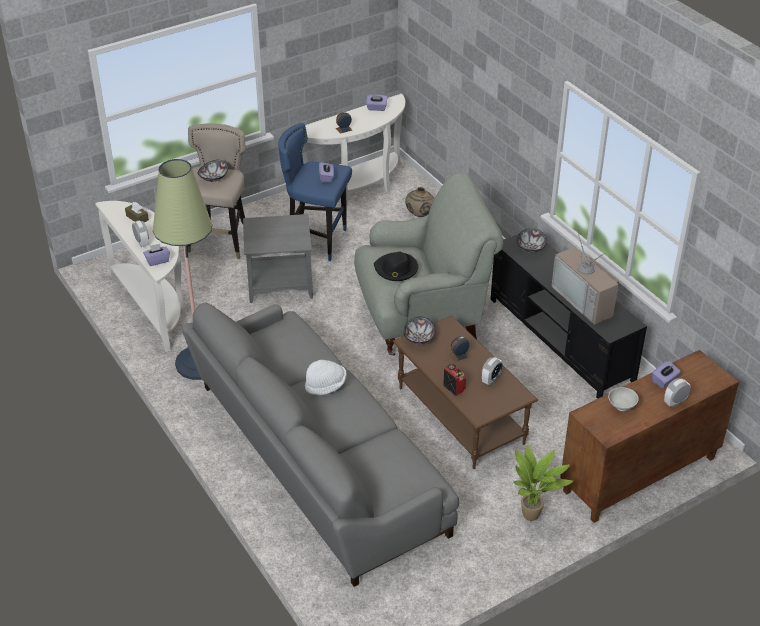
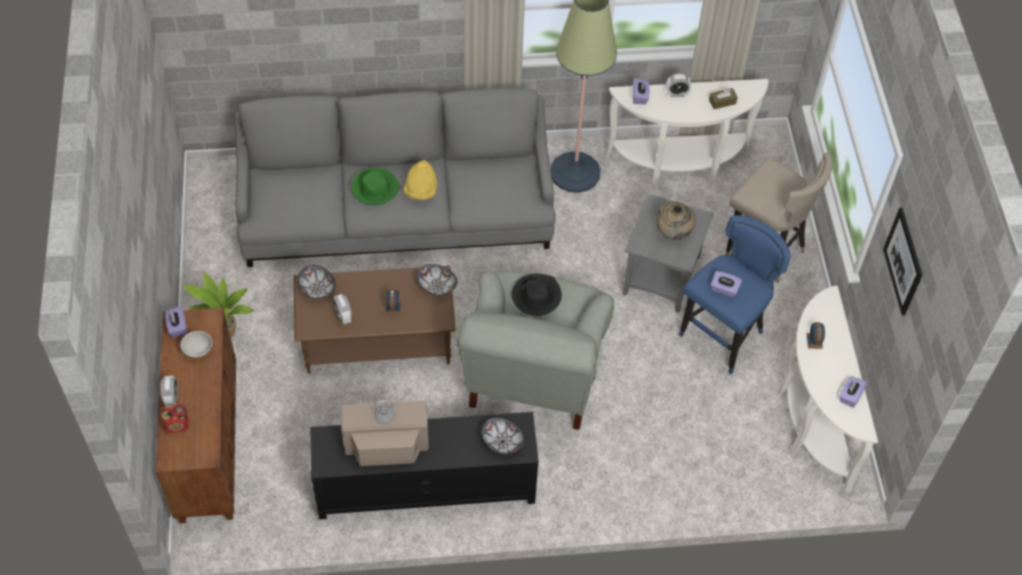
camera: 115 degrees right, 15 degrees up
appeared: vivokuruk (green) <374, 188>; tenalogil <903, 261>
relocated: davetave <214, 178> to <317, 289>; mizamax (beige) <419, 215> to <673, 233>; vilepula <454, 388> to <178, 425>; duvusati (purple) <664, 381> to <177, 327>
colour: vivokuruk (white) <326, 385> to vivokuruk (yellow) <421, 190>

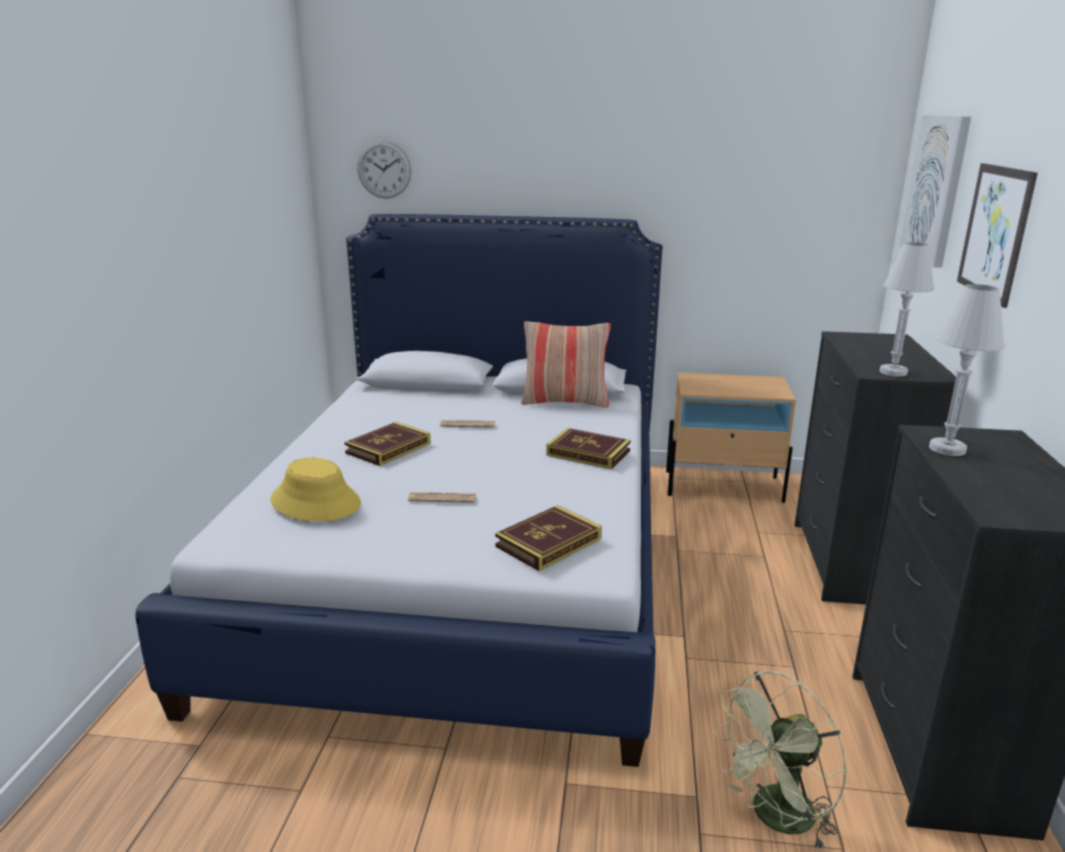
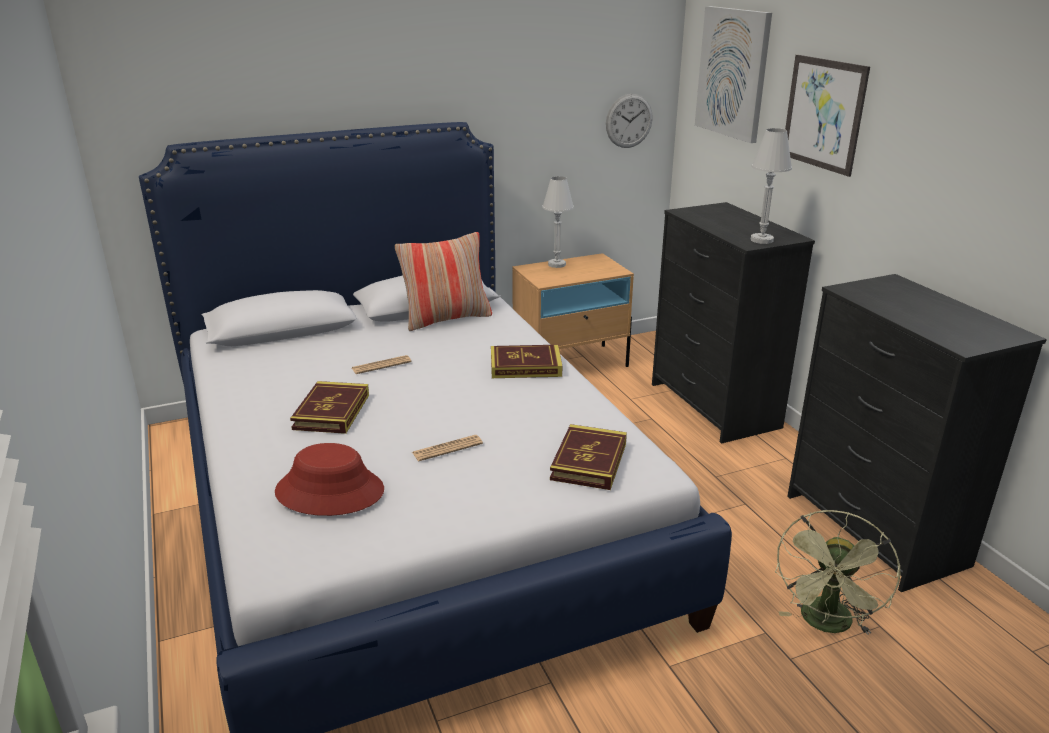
camera: 30 degrees left, 5 degrees up
relocated: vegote <384, 169> to <629, 121>; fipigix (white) <947, 449> to <556, 264>
colour: vivokuruk (yellow) <316, 502> to vivokuruk (red) <330, 491>

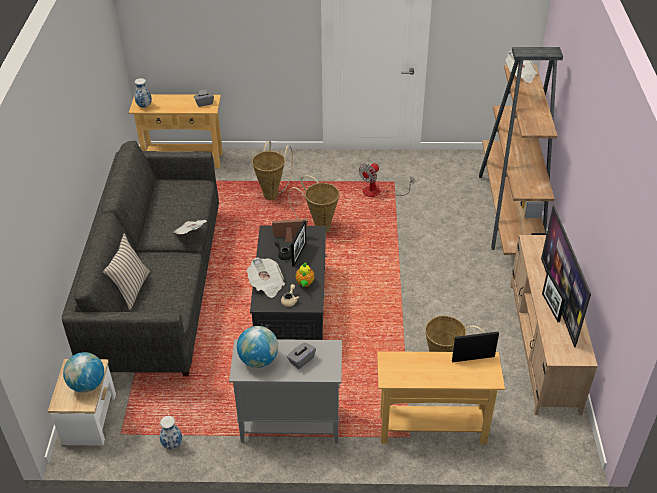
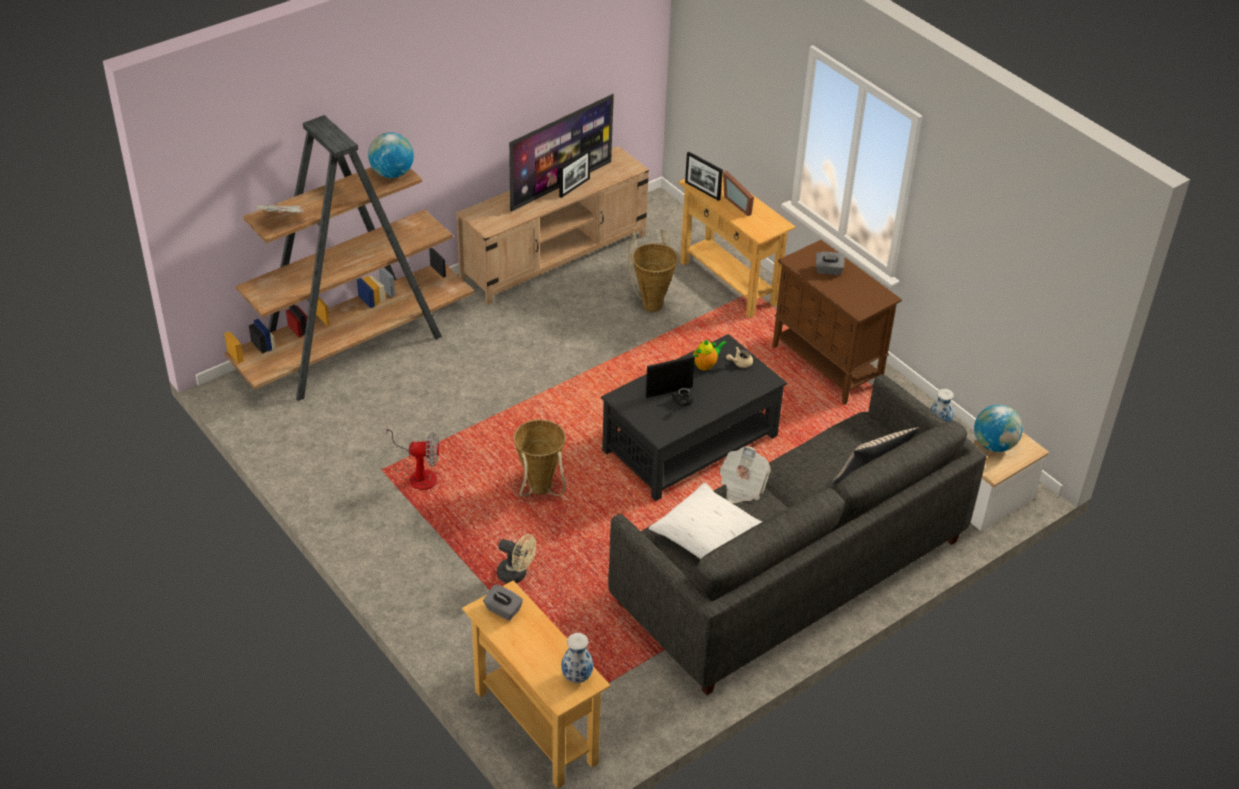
camera: 130 degrees left, 0 degrees up
missing: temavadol <266, 284>
appeared: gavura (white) <708, 537>
relocated: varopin <258, 360> to <392, 174>; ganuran <290, 238> to <739, 203>
exchanged: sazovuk <272, 193> to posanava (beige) <516, 575>
colour: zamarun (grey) <289, 424> to zamarun (brown) <827, 366>

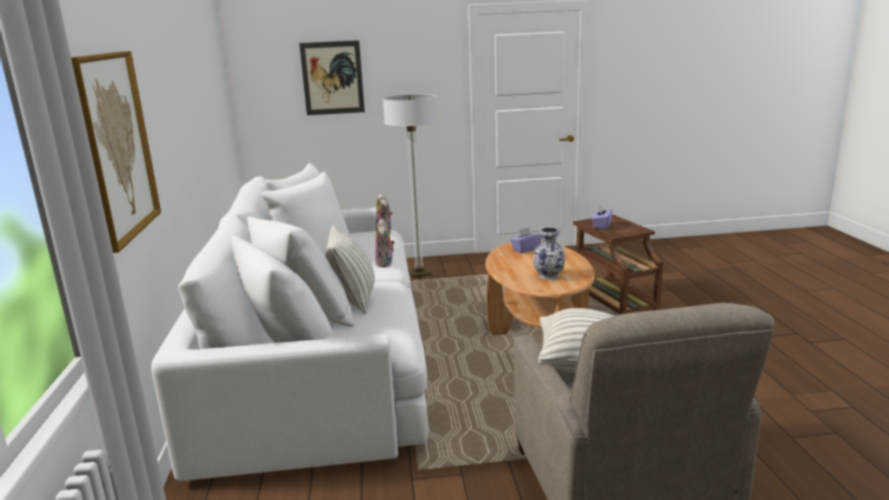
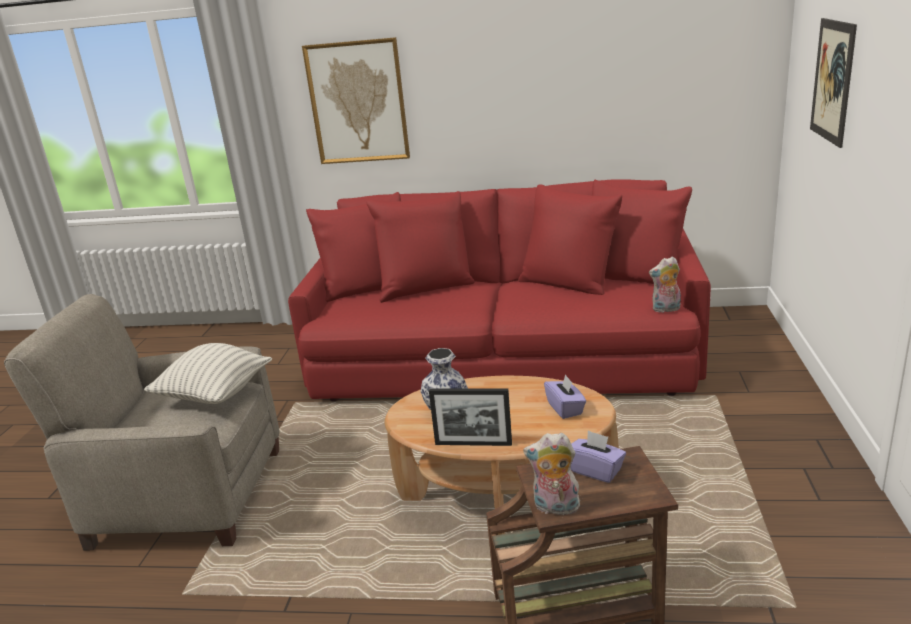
camera: 105 degrees right, 5 degrees up
missing: gavura <353, 300>; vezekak <419, 273>
appeared: ganuran <473, 444>
relocated: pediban <385, 263> to <555, 508>
colour: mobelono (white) <319, 358> to mobelono (red) <502, 355>

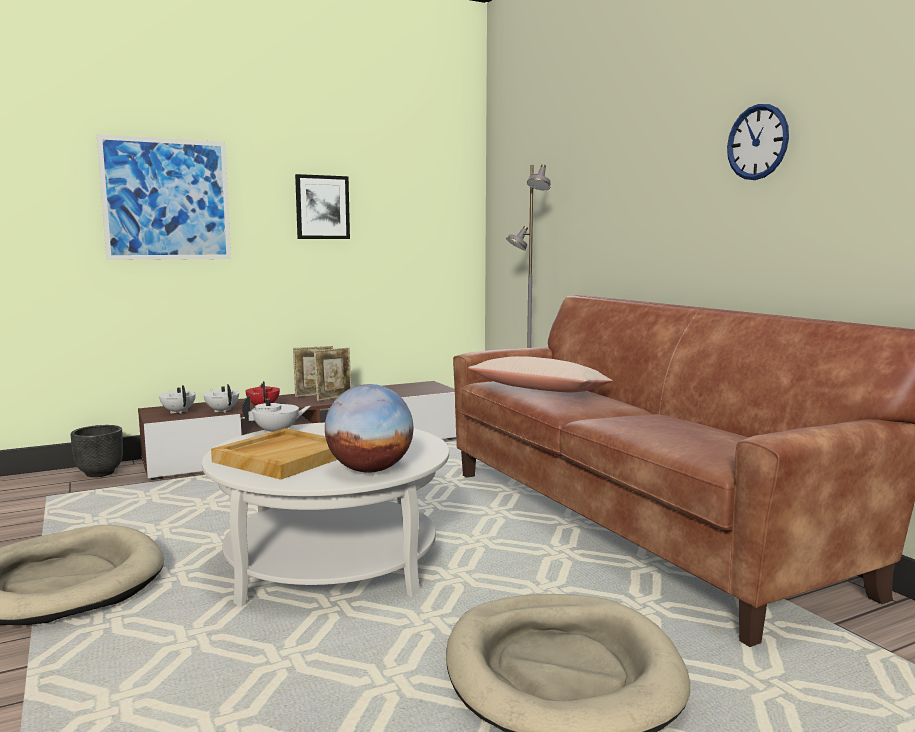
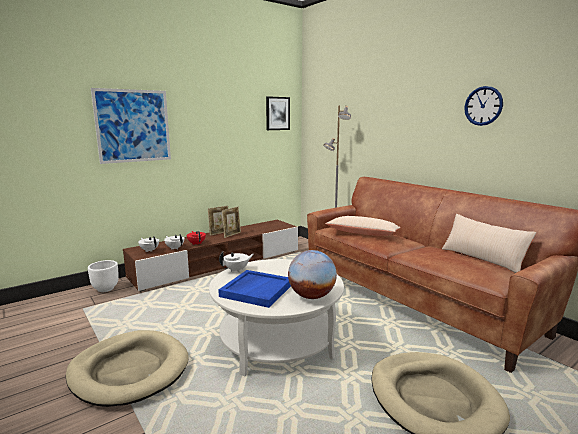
camera: 10 degrees left, 5 degrees up
appeared: gavura (beige) <482, 259>
relocated: tenalogil <322, 207> to <277, 113>
colour: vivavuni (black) <100, 473> to vivavuni (white) <105, 289>; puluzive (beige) <283, 457> to puluzive (blue) <256, 290>

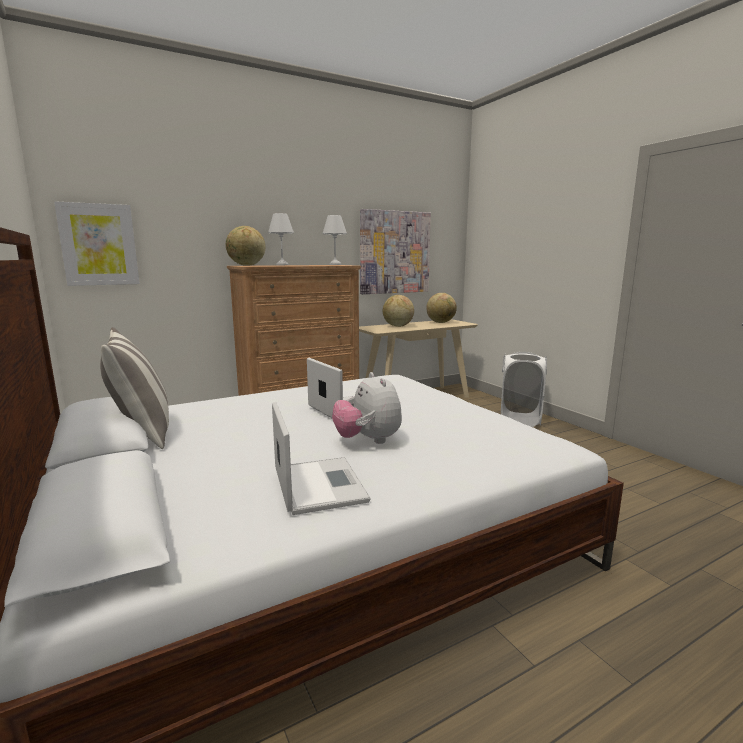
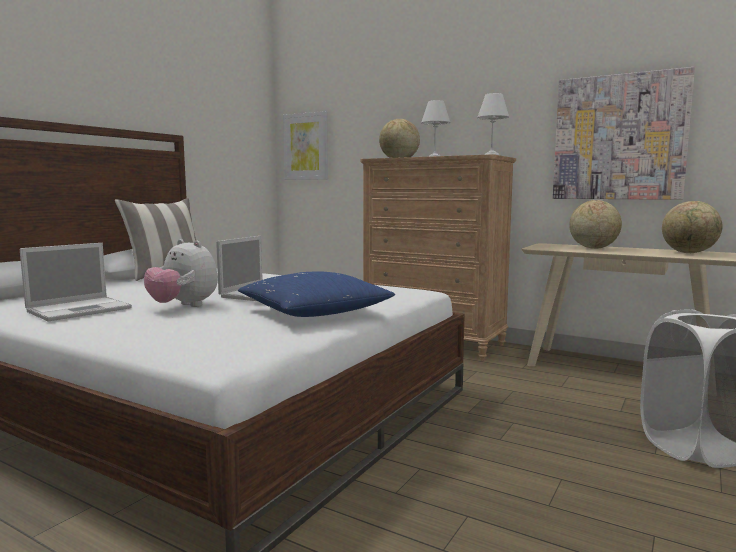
camera: 60 degrees right, 5 degrees down
appeared: gavura (blue) <314, 312>
spun: pediban <368, 440> = <183, 306> 90 degrees counterclockwise

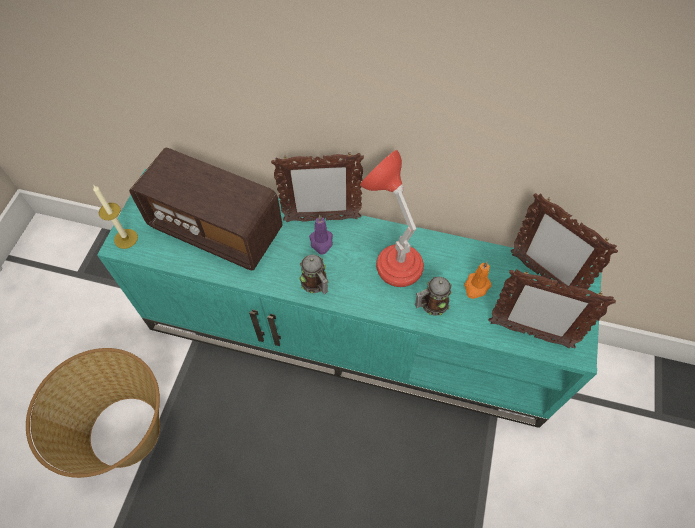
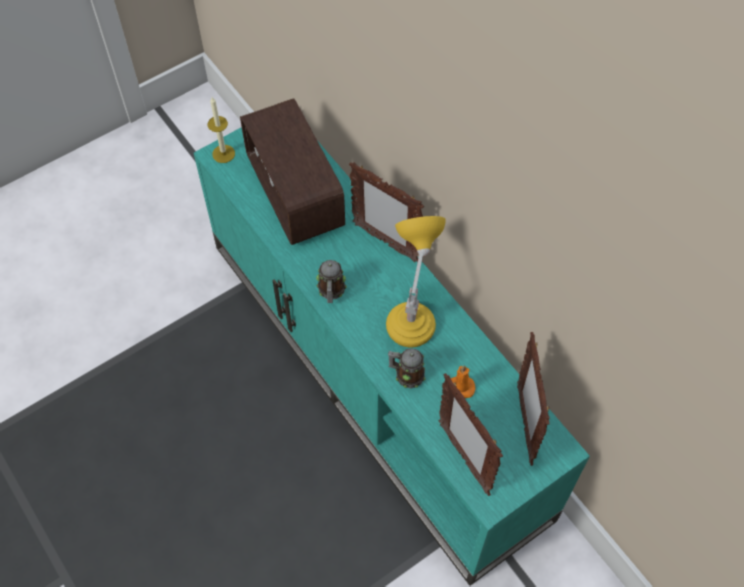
camera: 40 degrees right, 0 degrees up
missing: sazovuk <123, 432>; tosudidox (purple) <321, 242>
colour: fipigix (red) <391, 257> to fipigix (yellow) <412, 313>

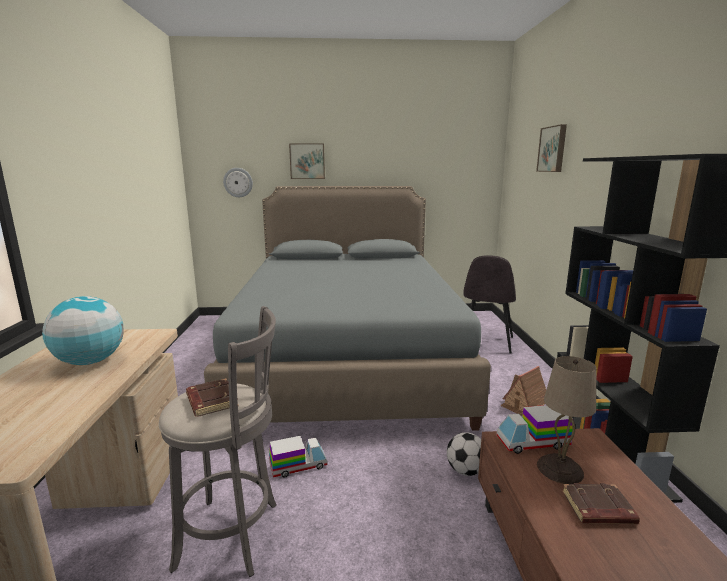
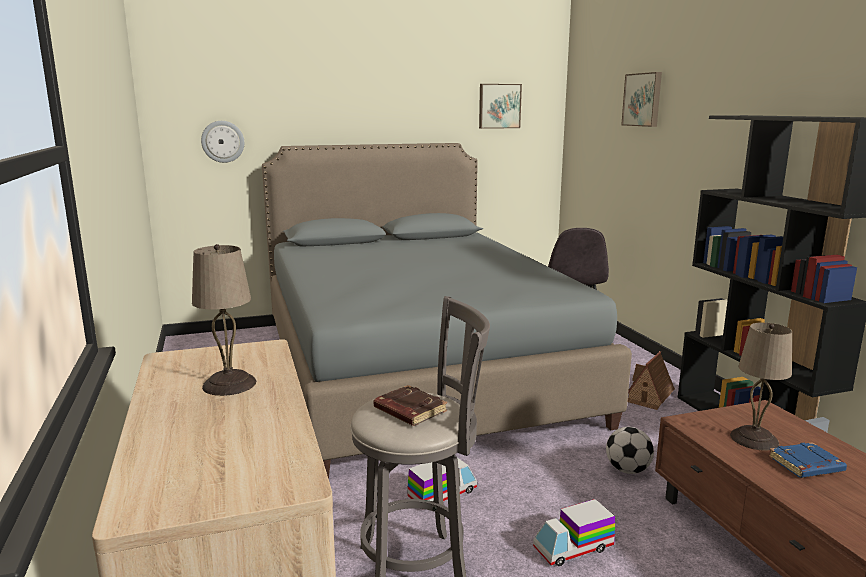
camera: 15 degrees left, 0 degrees up
relocated: tenalogil <307, 161> to <499, 106>; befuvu <532, 442> to <573, 548>
exchanged: varopin <90, 362> to fipigix (beige) <228, 384>
colour: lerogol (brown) <598, 509> to lerogol (blue) <806, 465>

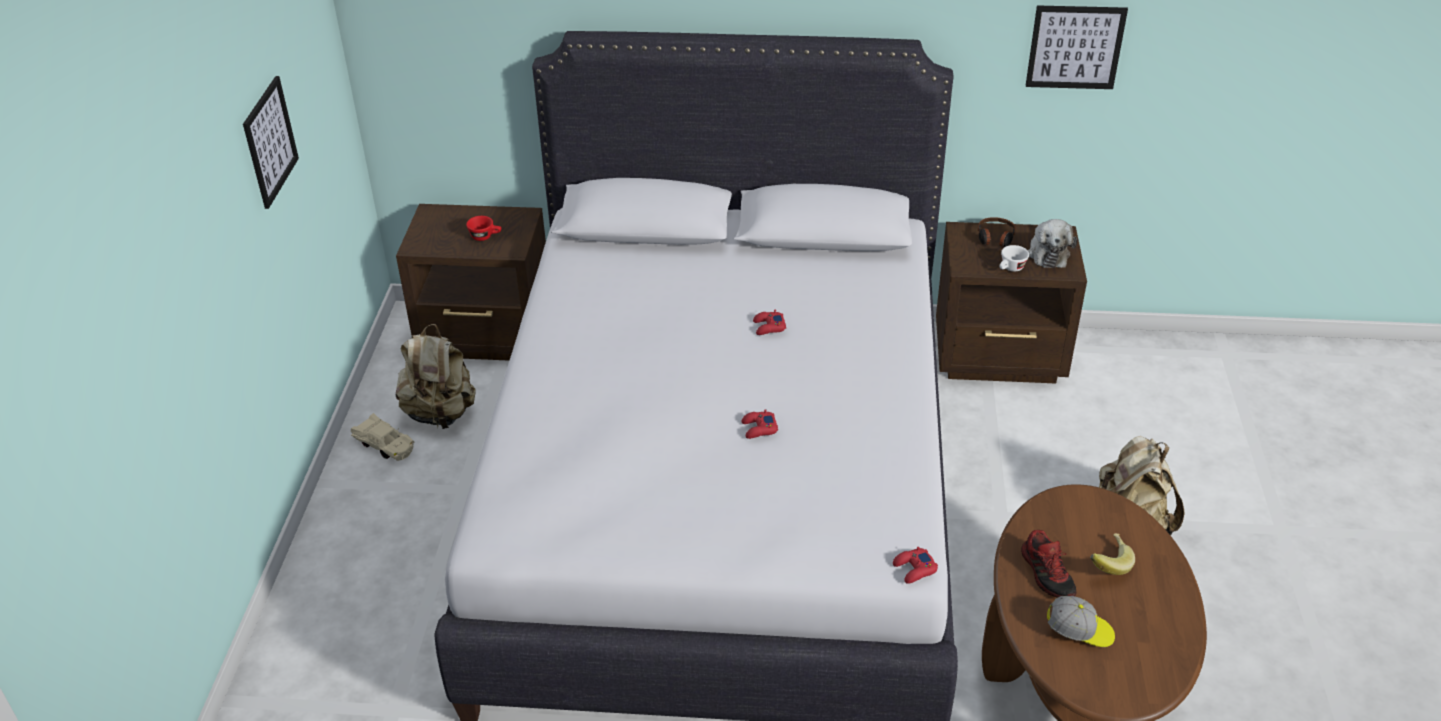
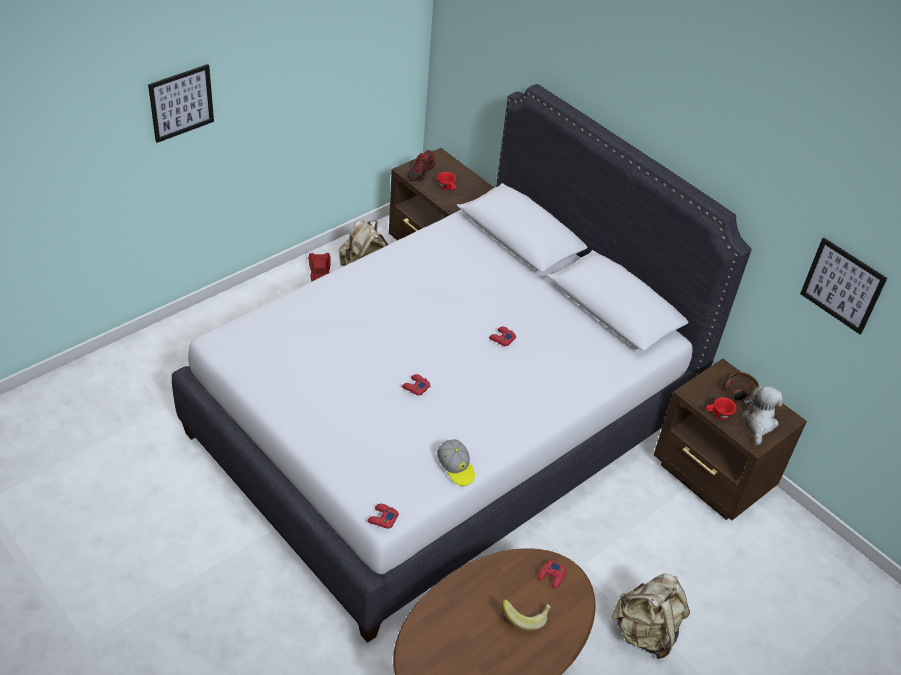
camera: 40 degrees right, 5 degrees up
appeared: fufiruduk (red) <551, 576>
relocated: tenalogil <270, 142> to <181, 103>; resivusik <1048, 574> to <421, 172>; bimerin <1079, 631> to <456, 468>
colour: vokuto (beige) <385, 445> to vokuto (red) <319, 274>; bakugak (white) <1010, 269> to bakugak (red) <718, 415>
spun: pediban <1047, 253> = <758, 423> 150 degrees clockwise

